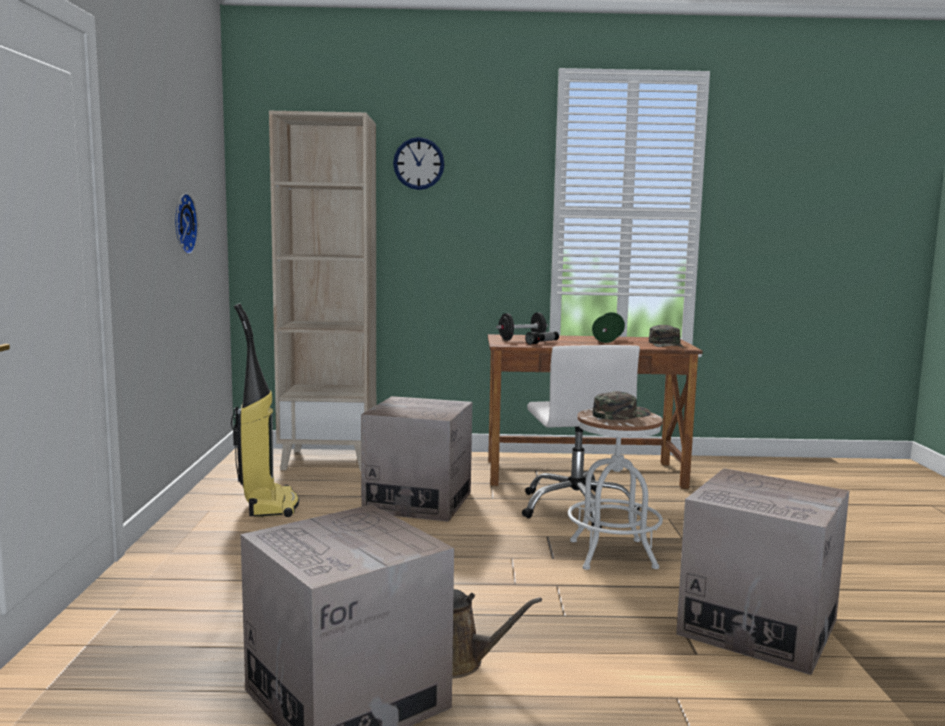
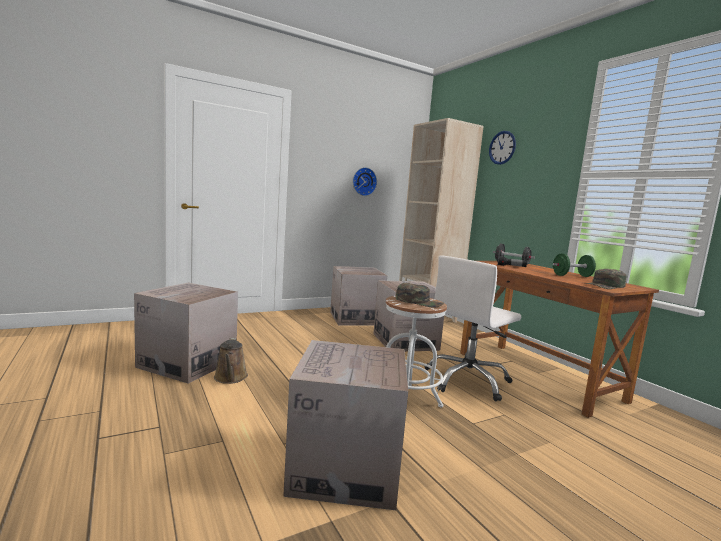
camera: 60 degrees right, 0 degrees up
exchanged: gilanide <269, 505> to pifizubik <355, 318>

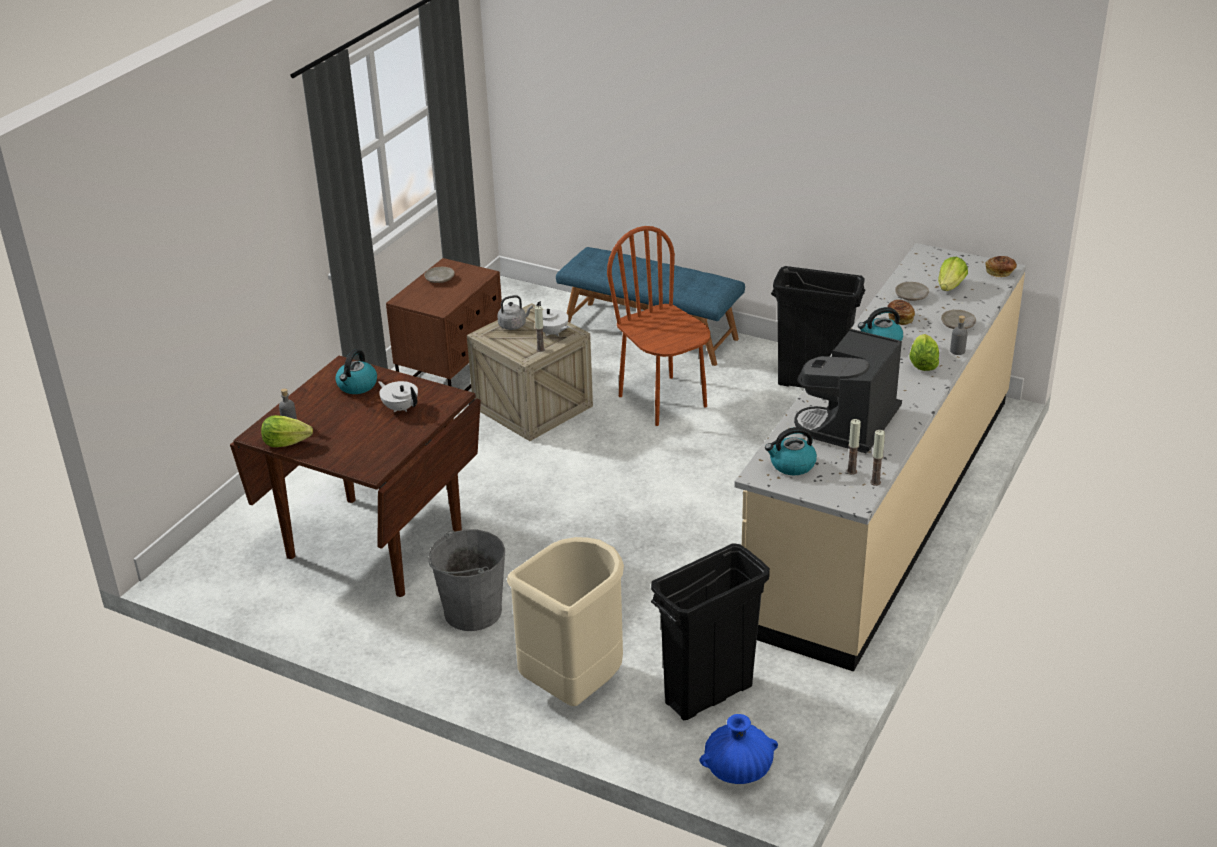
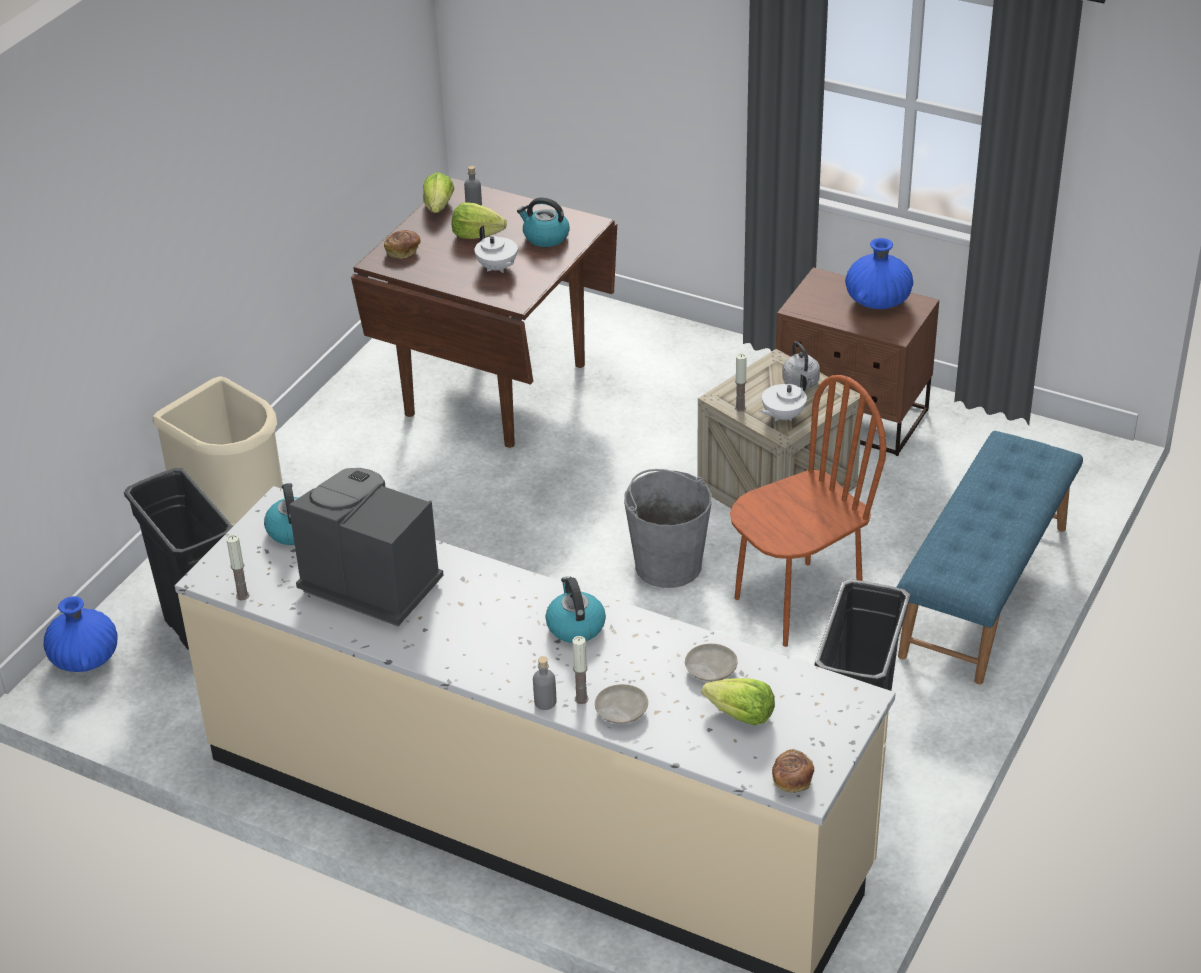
camera: 90 degrees right, 5 degrees up
relocated: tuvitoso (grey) <472, 612> to <668, 565>; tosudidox <851, 471> to <581, 699>; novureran <900, 318> to <403, 251>; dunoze <923, 363> to <477, 235>
exchanged: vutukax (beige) <439, 279> to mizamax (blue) <877, 301>
spun: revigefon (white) <400, 408> = <497, 268> 105 degrees clockwise

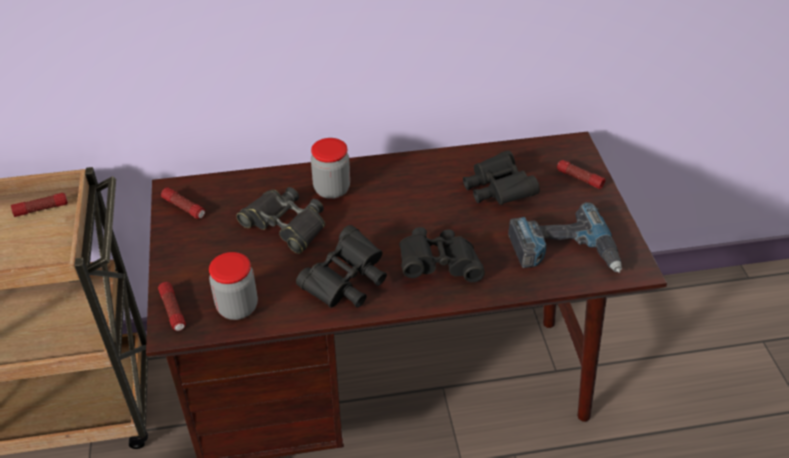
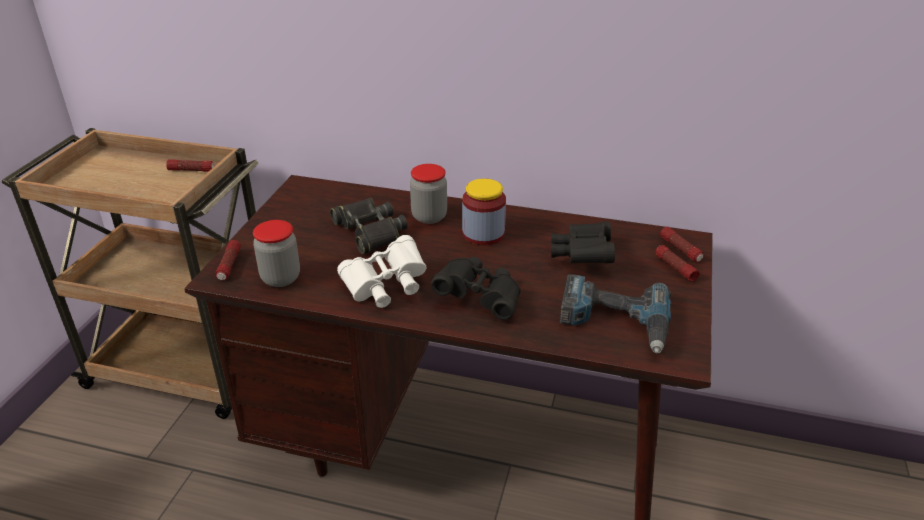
camera: 25 degrees right, 10 degrees down
appeared: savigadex <483, 234>
relocated: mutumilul <184, 208> to <680, 249>
colour: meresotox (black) <346, 282> to meresotox (white) <385, 287>

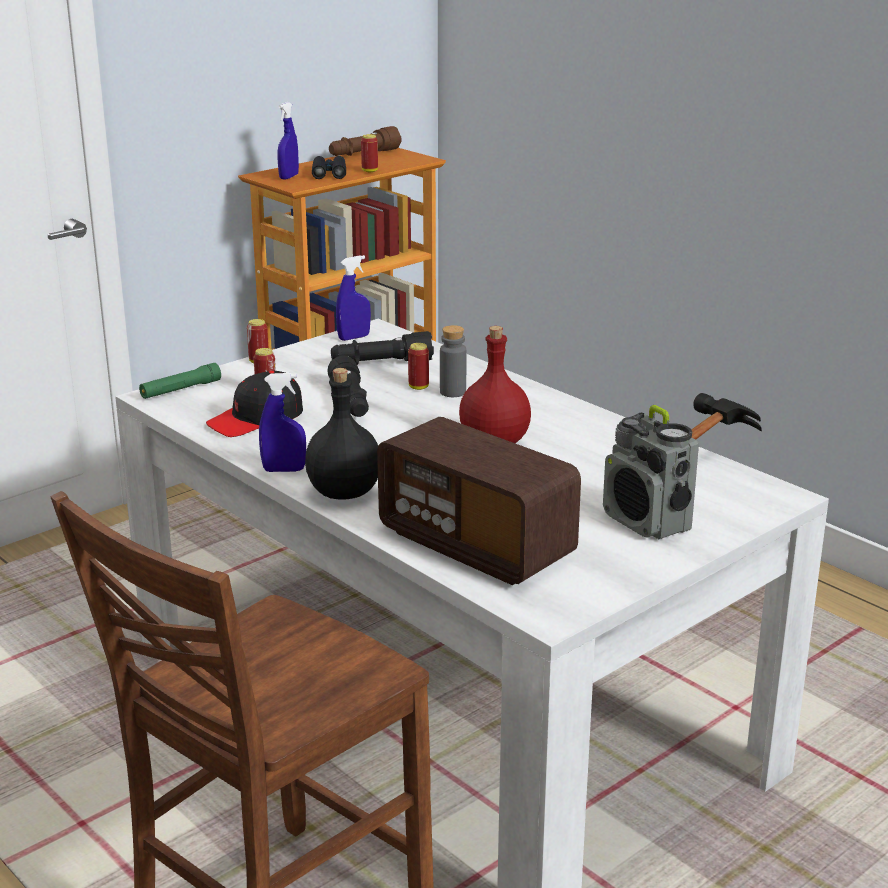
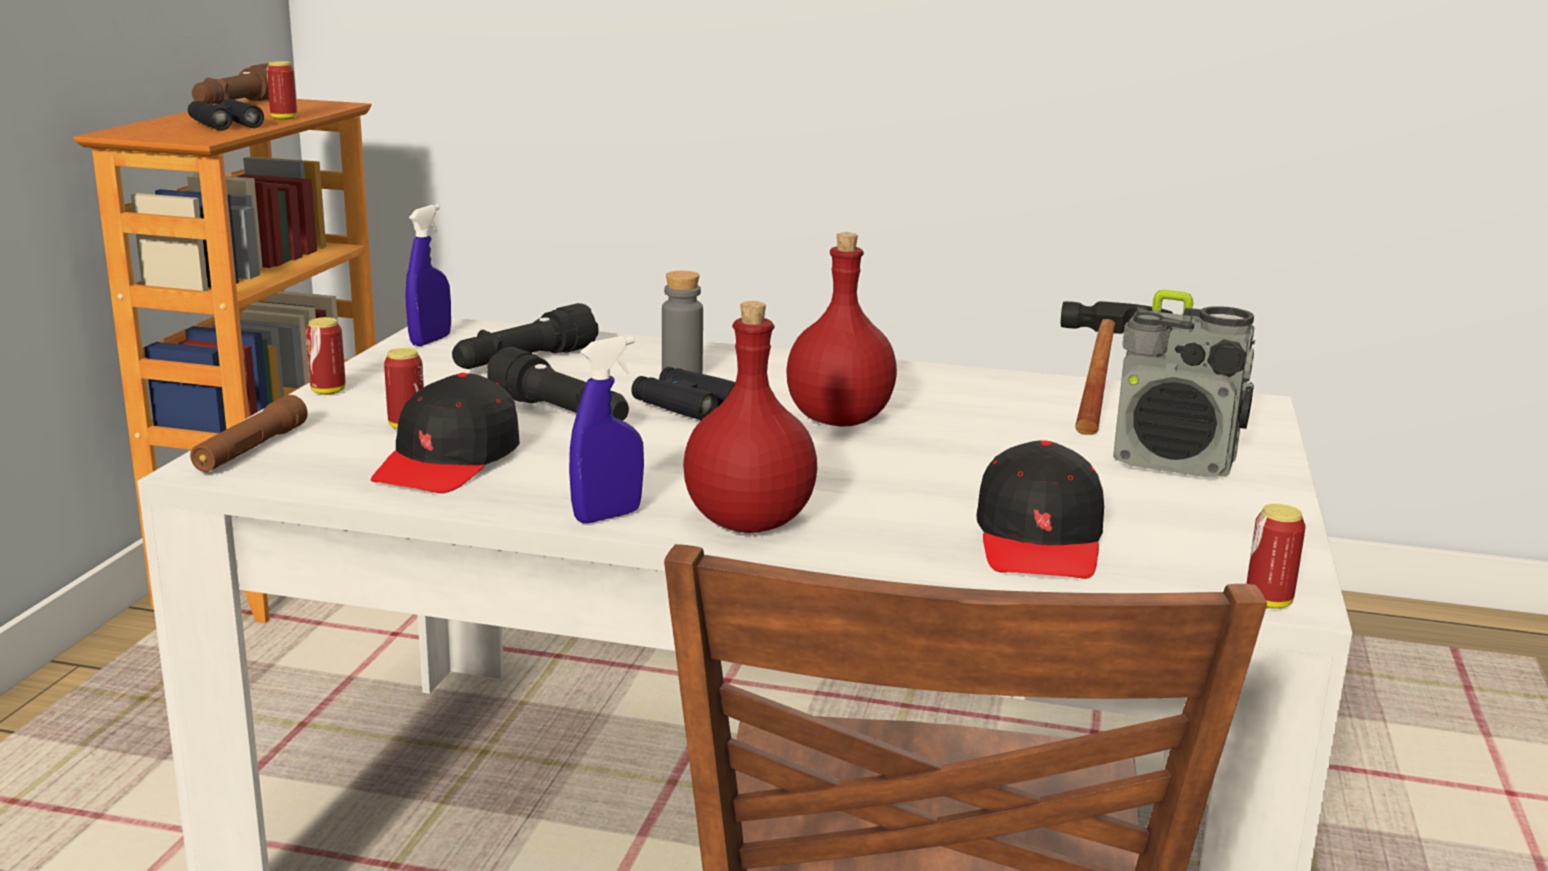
camera: 35 degrees left, 5 degrees down
missing: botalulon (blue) <289, 177>
appeared: meresotox (black) <686, 406>
relocated: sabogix <418, 387> to <1268, 602>
exchanged: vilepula <476, 545> to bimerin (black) <1040, 540>
colour: mutumilul (green) <180, 389> to mutumilul (brown) <251, 449>; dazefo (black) <344, 492> to dazefo (red) <748, 522>

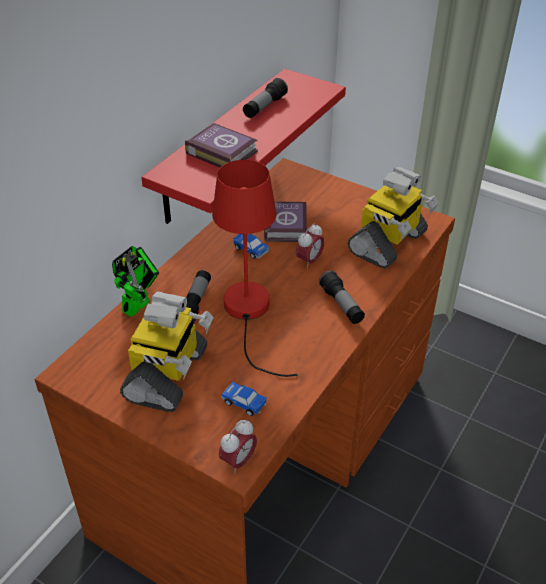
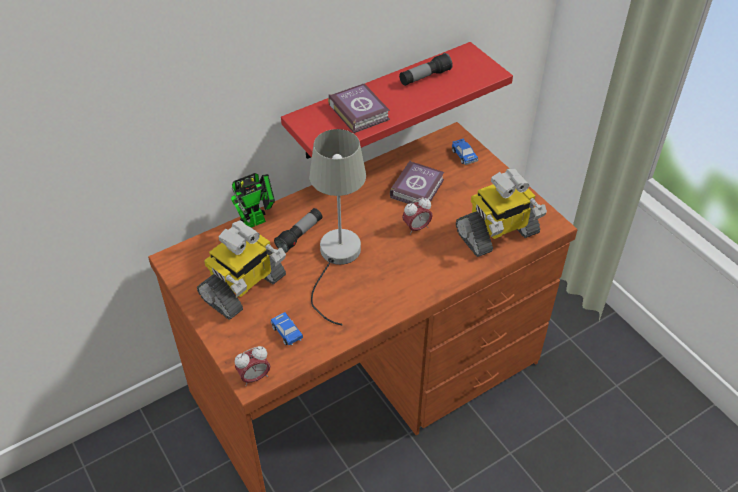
camera: 25 degrees right, 5 degrees up
missing: mutumilul <341, 305>
relocated: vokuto <250, 249> to <464, 155>
colour: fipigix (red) <249, 314> to fipigix (grey) <337, 259>

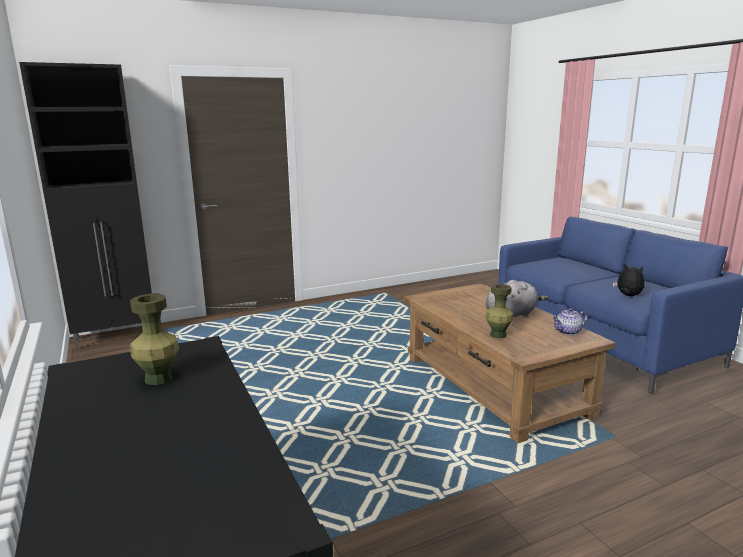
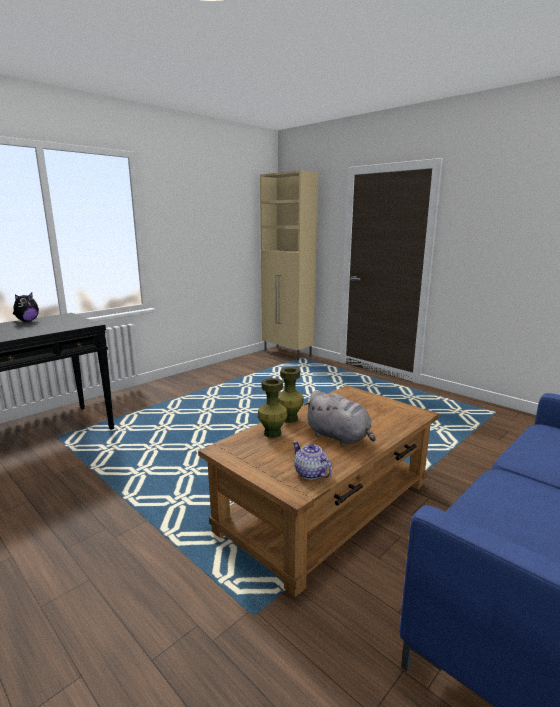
camera: 70 degrees right, 0 degrees up
relocated: mizamax (green) <159, 378> to <290, 419>; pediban <628, 296> to <27, 321>
colour: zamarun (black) <117, 337> to zamarun (beige) <287, 353>

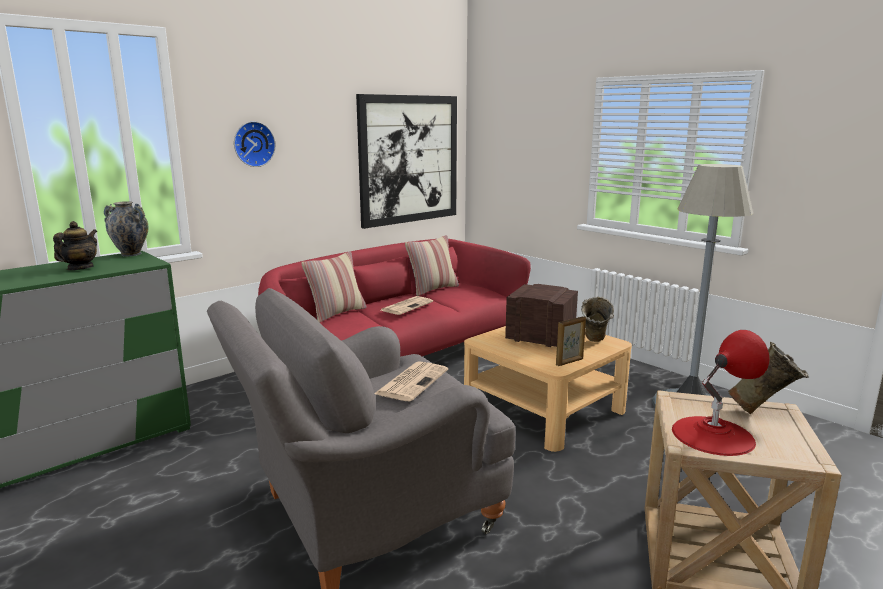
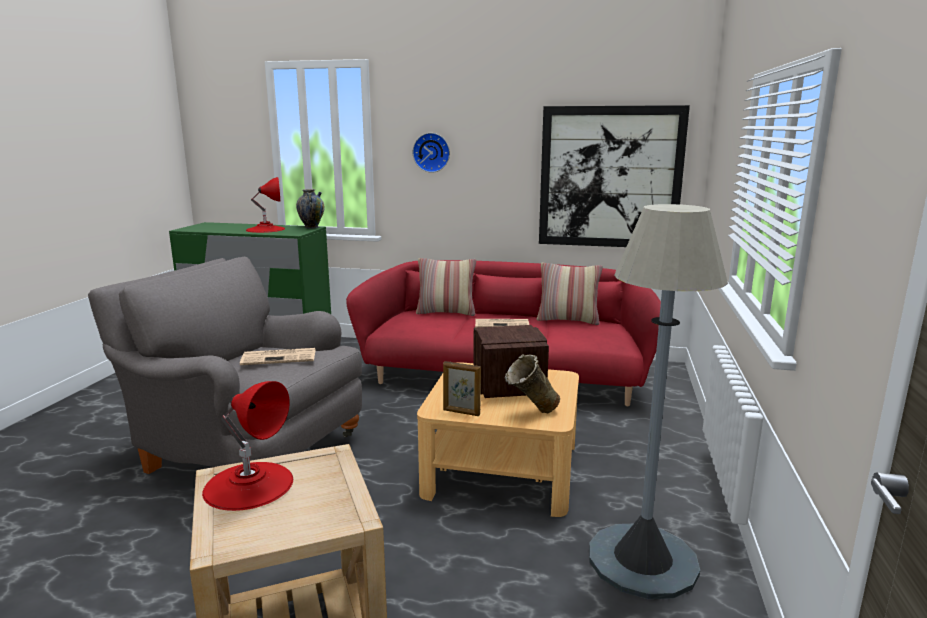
camera: 55 degrees right, 0 degrees up
missing: mizamax (beige) <764, 413>
exchanged: revigefon <80, 268> to fipigix (red) <265, 229>

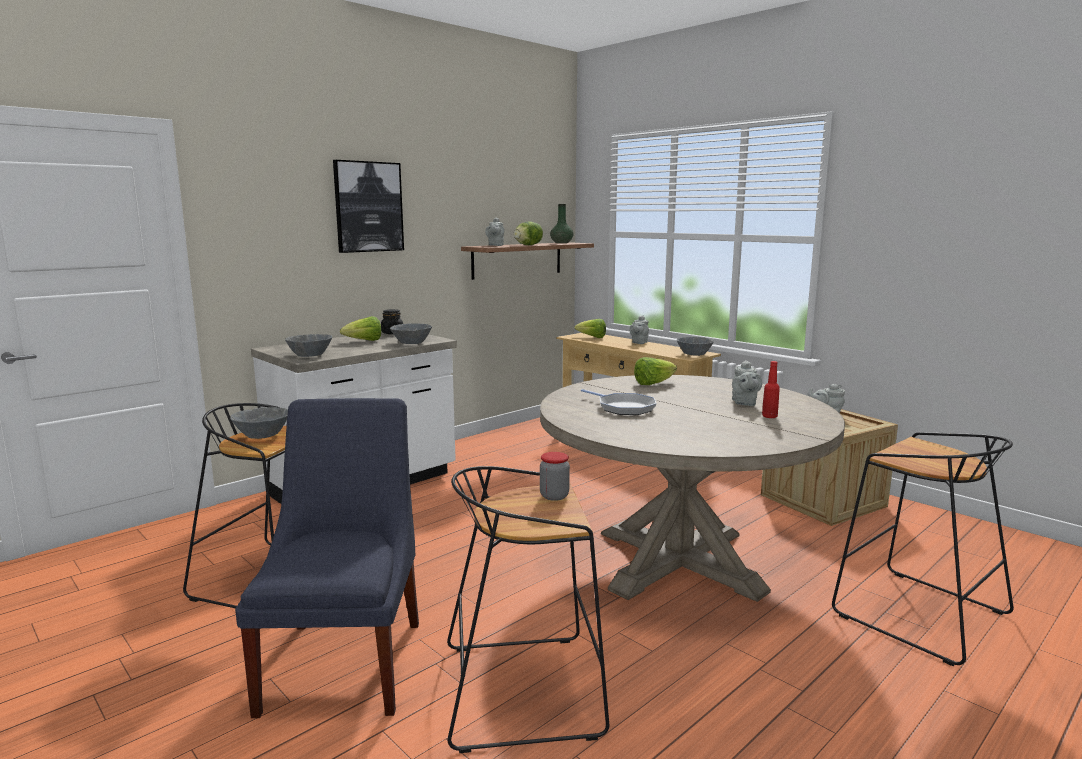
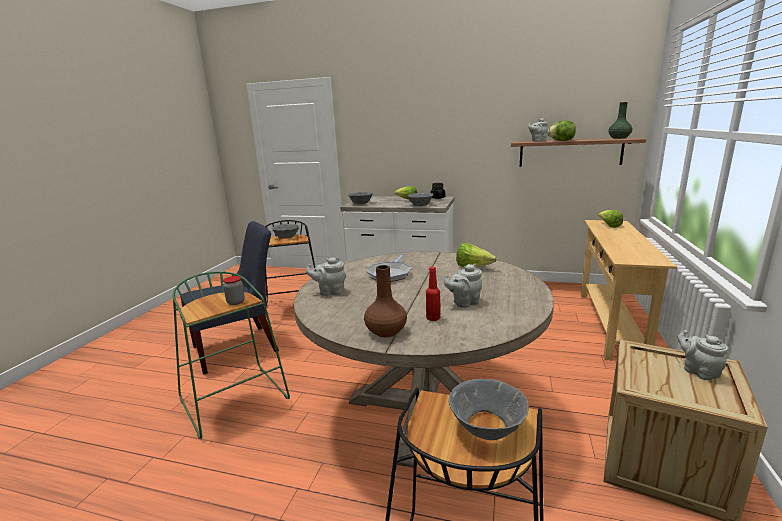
camera: 60 degrees right, 5 degrees up
missing: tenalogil <368, 207>
appeared: mizamax (brown) <386, 332>
relocated: revigefon (grey) <639, 342> to <330, 292>; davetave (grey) <694, 354> to <486, 426>
colour: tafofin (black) <525, 688> to tafofin (green) <236, 400>

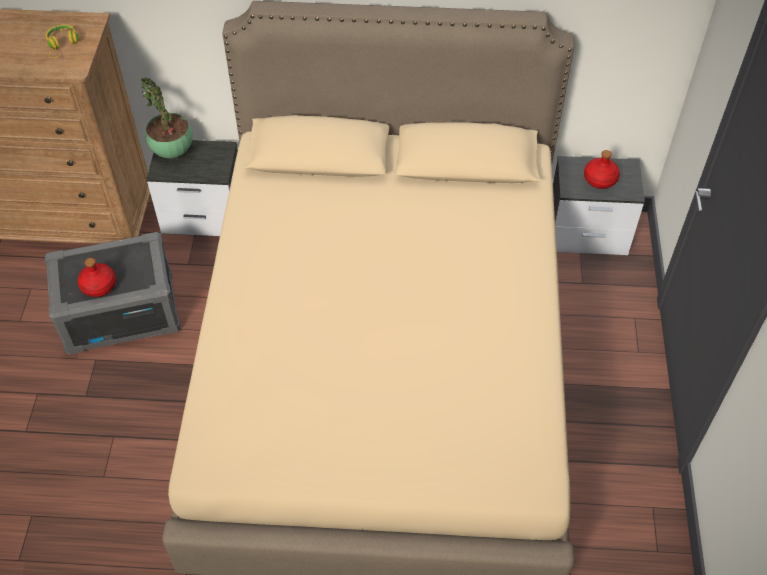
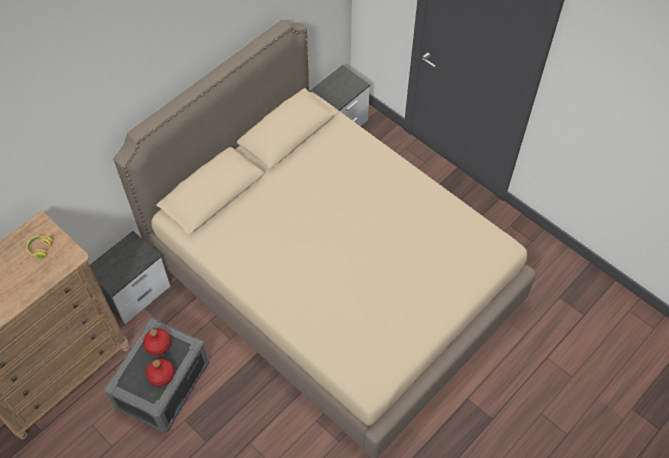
camera: 50 degrees left, 5 degrees up
missing: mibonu <173, 152>
relocated: dazefo (red) <600, 179> to <158, 344>

